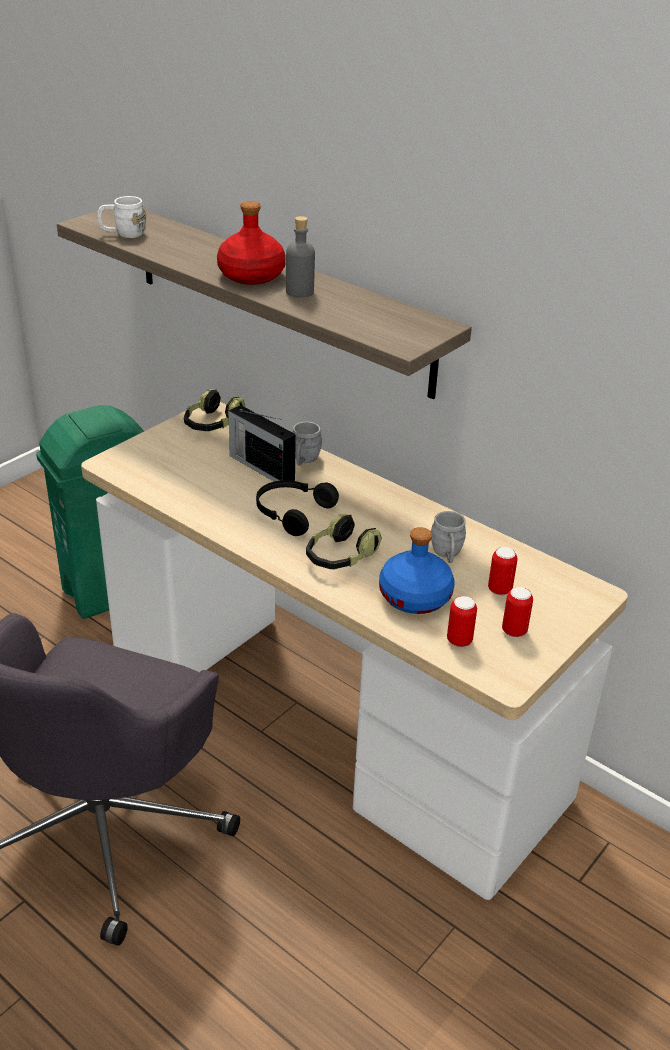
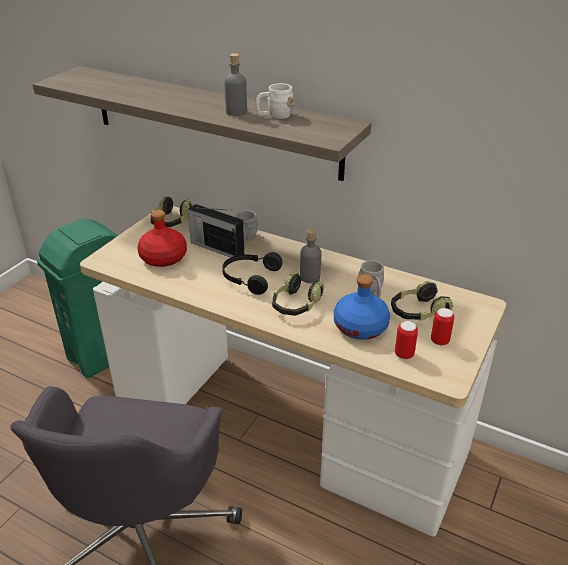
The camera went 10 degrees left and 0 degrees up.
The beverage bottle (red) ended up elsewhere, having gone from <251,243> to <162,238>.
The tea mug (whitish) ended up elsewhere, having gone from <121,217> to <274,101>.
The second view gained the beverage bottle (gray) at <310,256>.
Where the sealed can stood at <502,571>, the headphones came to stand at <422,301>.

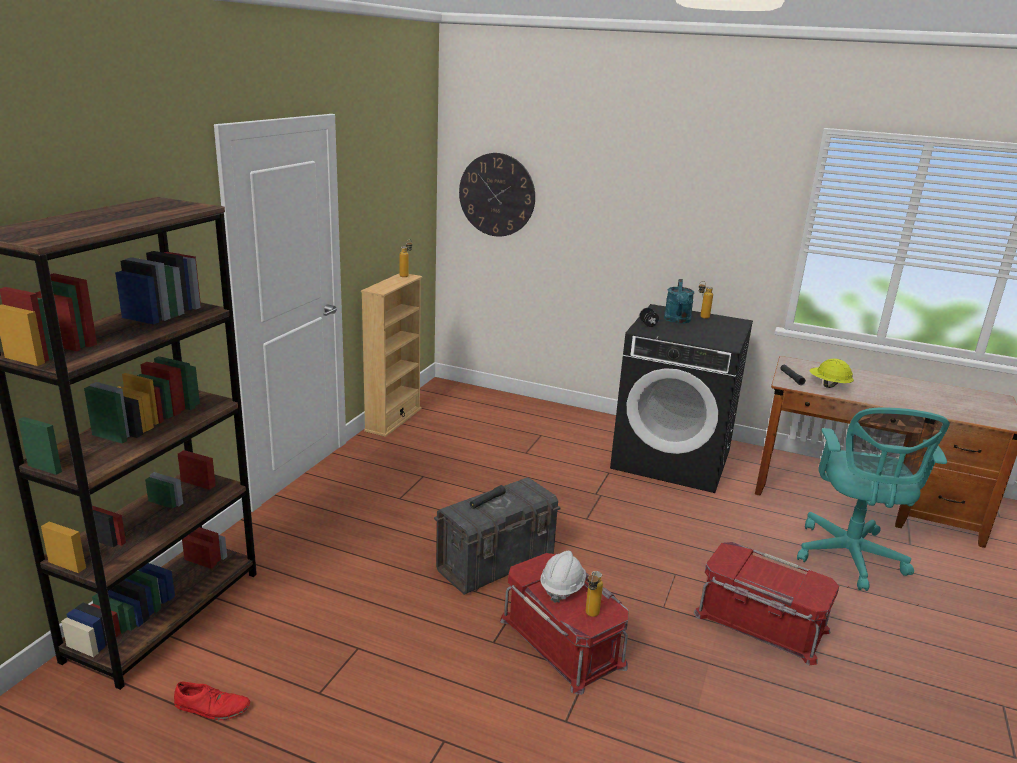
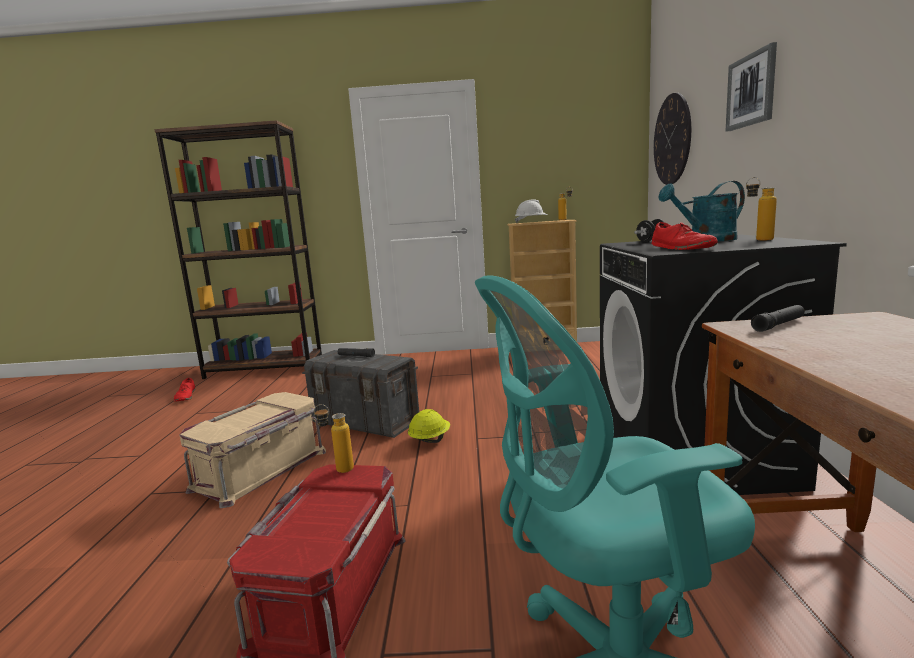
The camera went 70 degrees right and 10 degrees down.
What was the storage box (red) at <564,624> turned into the storage box (beige) at <253,450>.
The beverage bottle ended up elsewhere, having gone from <594,594> to <334,438>.
The safety helmet (yellow) ended up elsewhere, having gone from <832,373> to <429,426>.
The safety helmet (whitish) ended up elsewhere, having gone from <563,577> to <531,211>.
The second view gained the item of footwear (red) at <685,236>.
The second view gained the wall art at <751,87>.

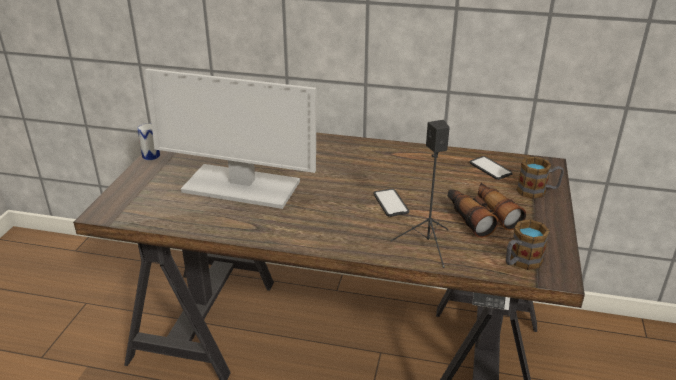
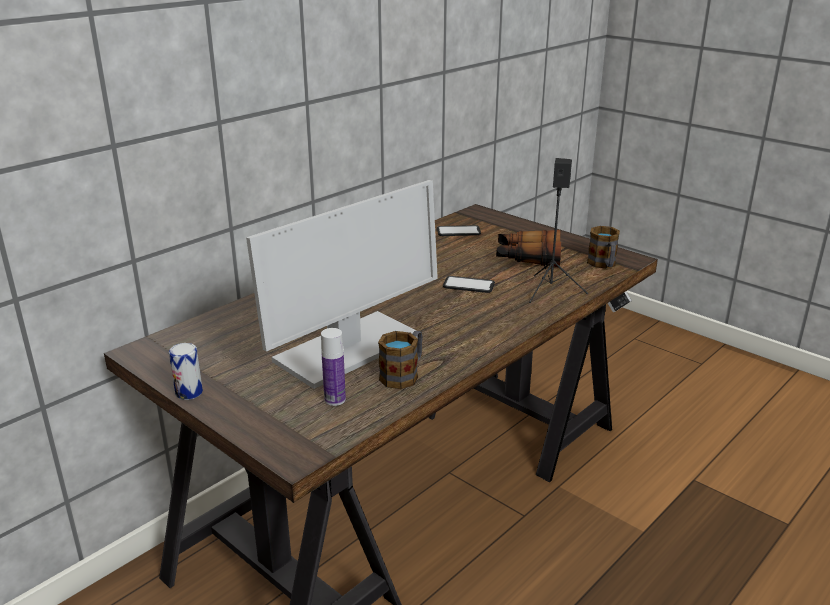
The camera went 60 degrees left and 5 degrees down.
The second view gained the beverage bottle at <333,367>.
The tea mug ended up elsewhere, having gone from <540,177> to <400,360>.

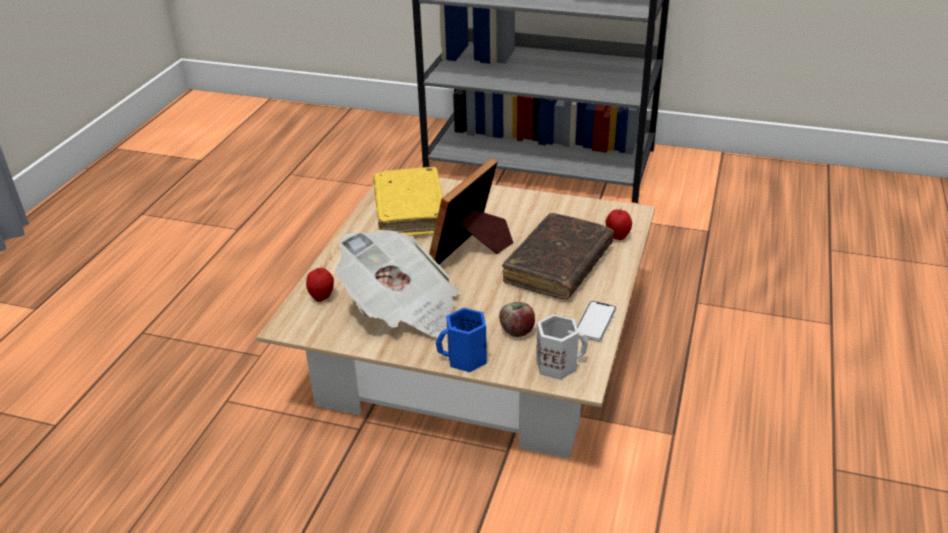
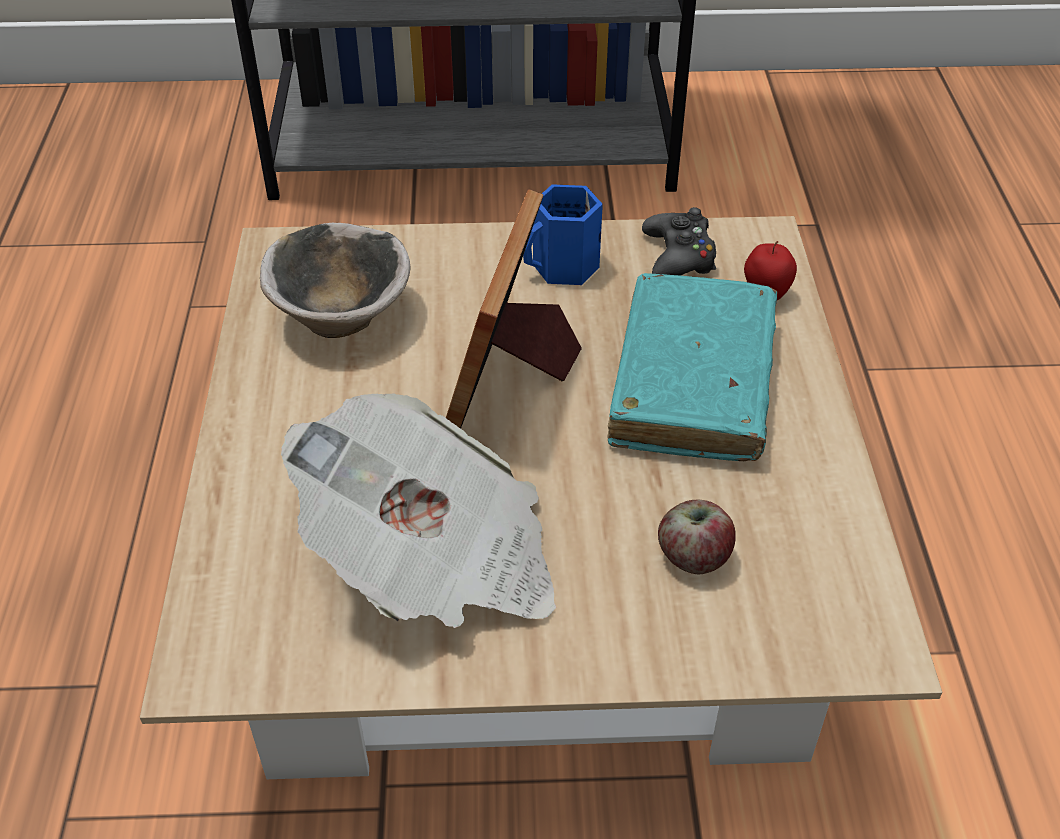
The camera went 20 degrees left and 10 degrees up.
Where the bound book (yellow) stood at <408,201>, the bowl came to stand at <335,280>.
The tea mug (bluish) ended up elsewhere, having gone from <461,340> to <563,234>.
What was the bound book (brown-coloured) at <558,256> turned into the bound book (blue-green) at <692,367>.
The second view gained the joypad (black-coloured) at <679,241>.
The second view lost the apple fruit at <320,285>.
The second view lost the tea mug (whitish) at <562,347>.
The second view lost the telephone at <597,321>.

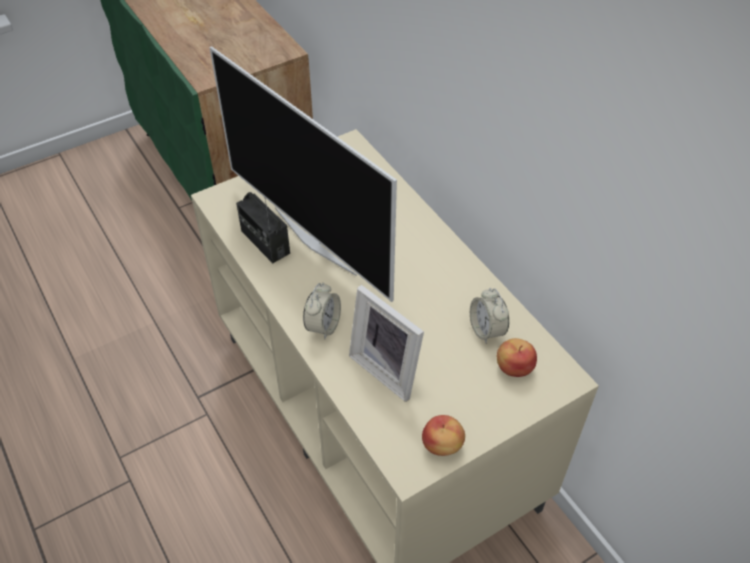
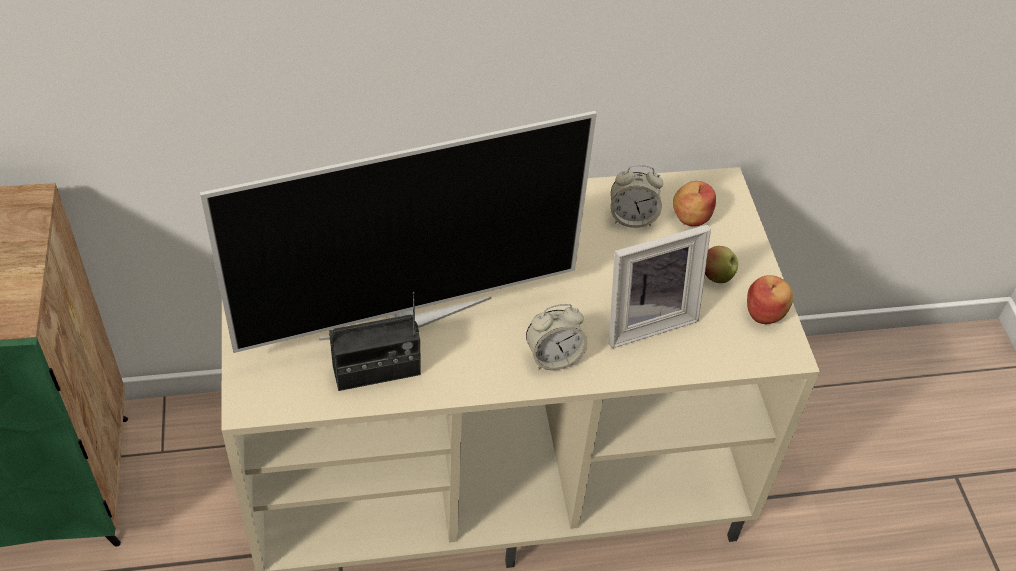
The camera went 70 degrees left and 0 degrees up.
The table clock at <322,311> ended up facing another way, 120 degrees clockwise from before.
The second view gained the apple fruit at <721,264>.

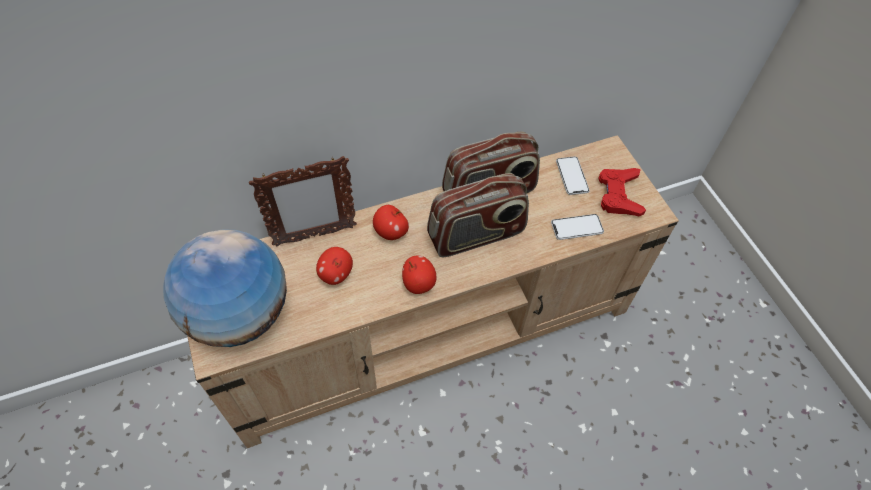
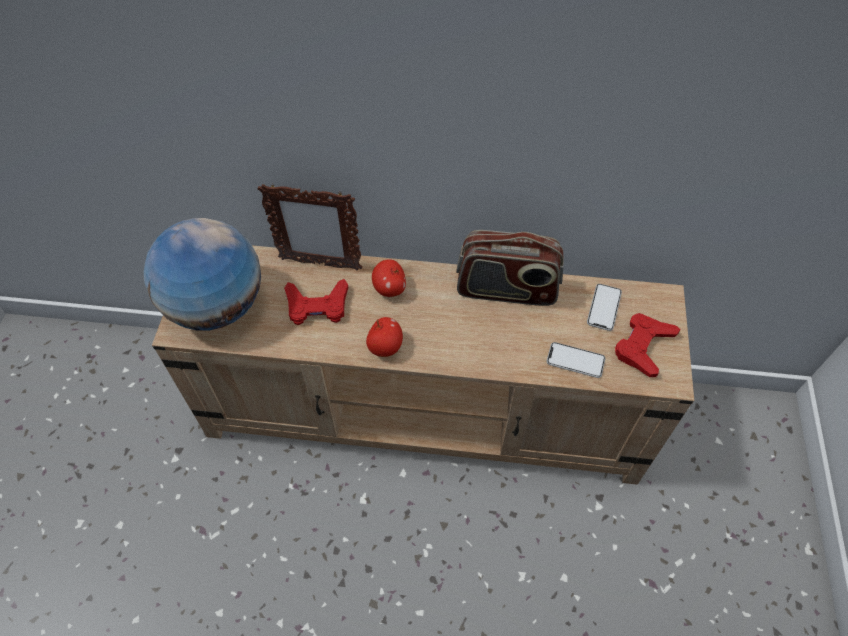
The camera went 30 degrees right and 0 degrees up.
Where the apple fruit stood at <334,266>, the joypad (red) came to stand at <316,302>.
The second view lost the radio set at <478,215>.

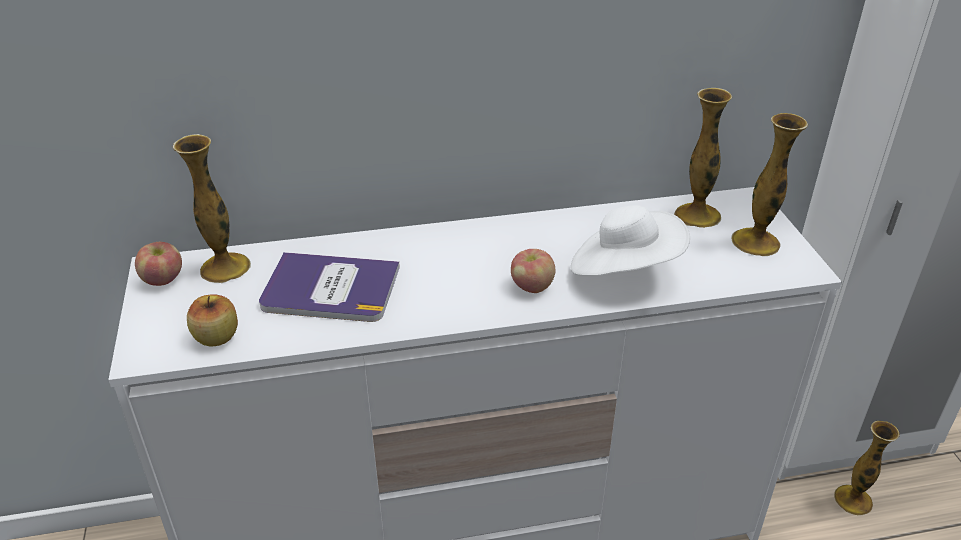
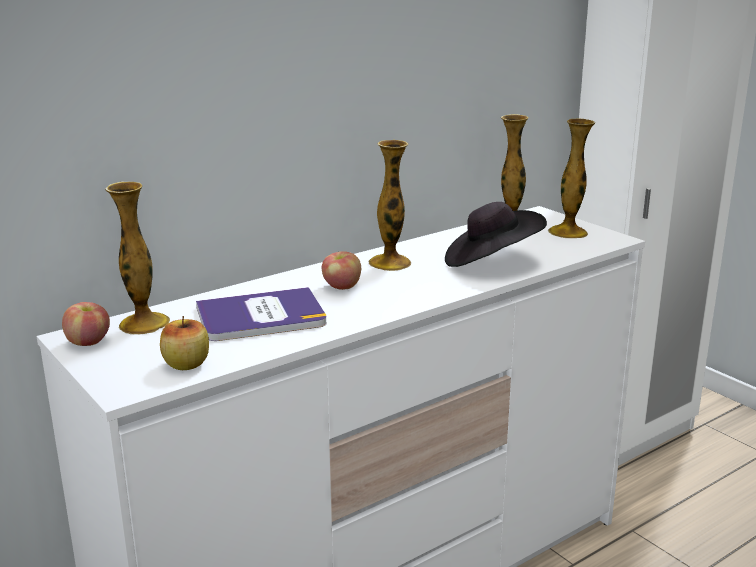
The camera went 25 degrees left and 15 degrees down.
The apple fruit ended up elsewhere, having gone from <533,271> to <341,270>.
The flower vase ended up elsewhere, having gone from <867,468> to <389,205>.
What was the clothing hat (whitish) at <630,240> turned into the clothing hat (black-coloured) at <496,234>.

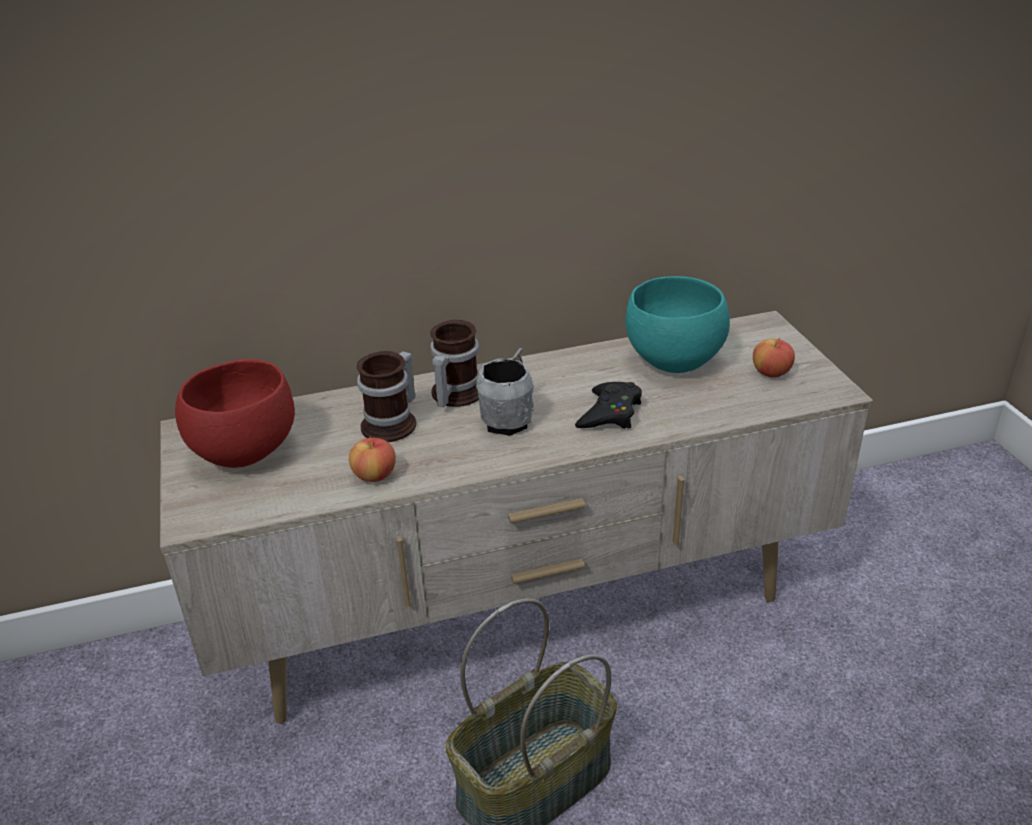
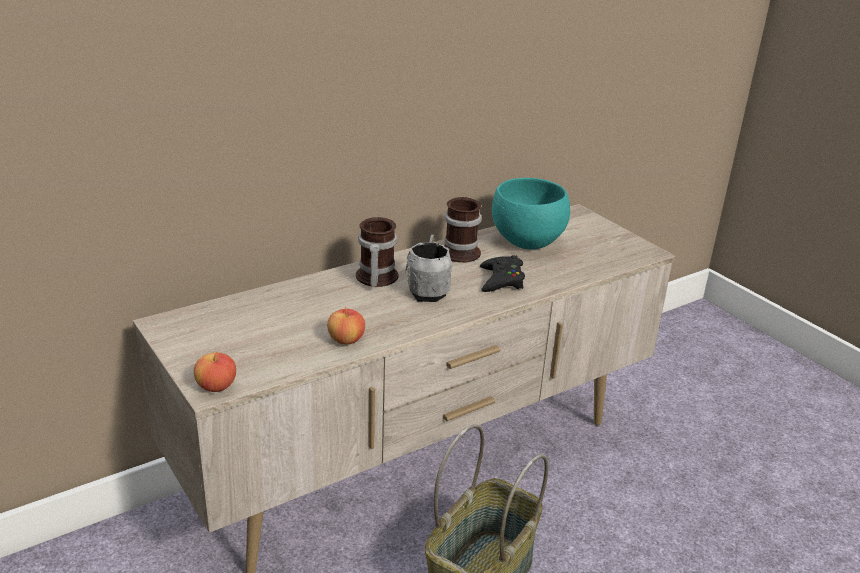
The camera went 20 degrees left and 5 degrees down.
The apple fruit ended up elsewhere, having gone from <774,358> to <215,372>.
The tea mug ended up elsewhere, having gone from <386,396> to <462,230>.
The second view lost the bowl (red) at <235,413>.

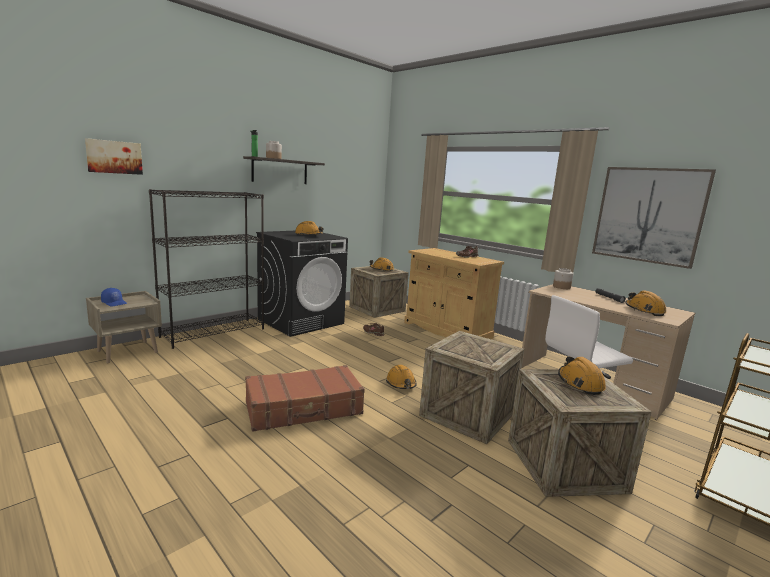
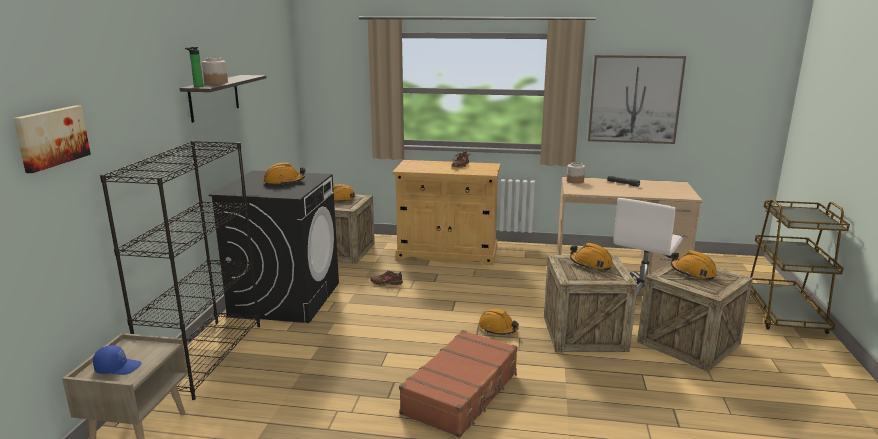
The camera went 35 degrees left and 5 degrees up.
The safety helmet (orangey) ended up elsewhere, having gone from <645,303> to <591,257>.

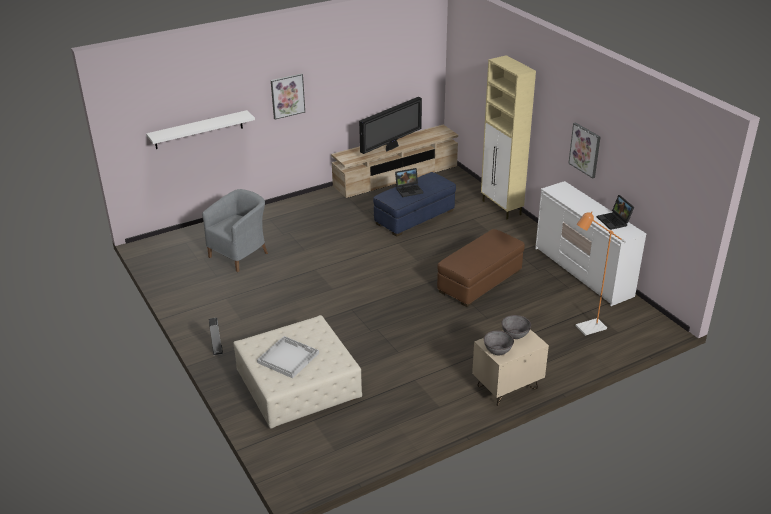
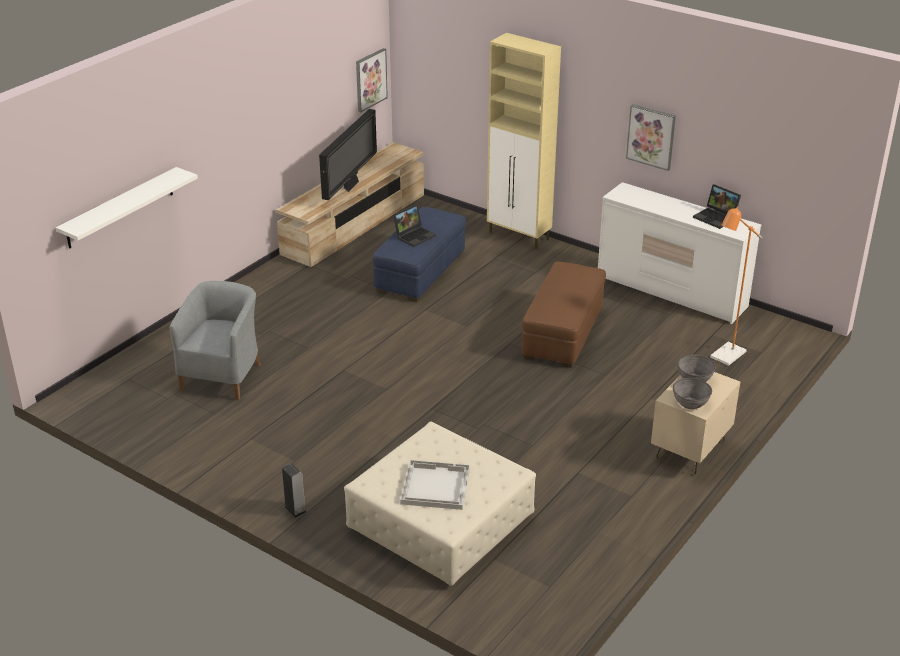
The camera went 25 degrees left and 0 degrees up.
The wall art ended up elsewhere, having gone from <288,96> to <372,80>.

